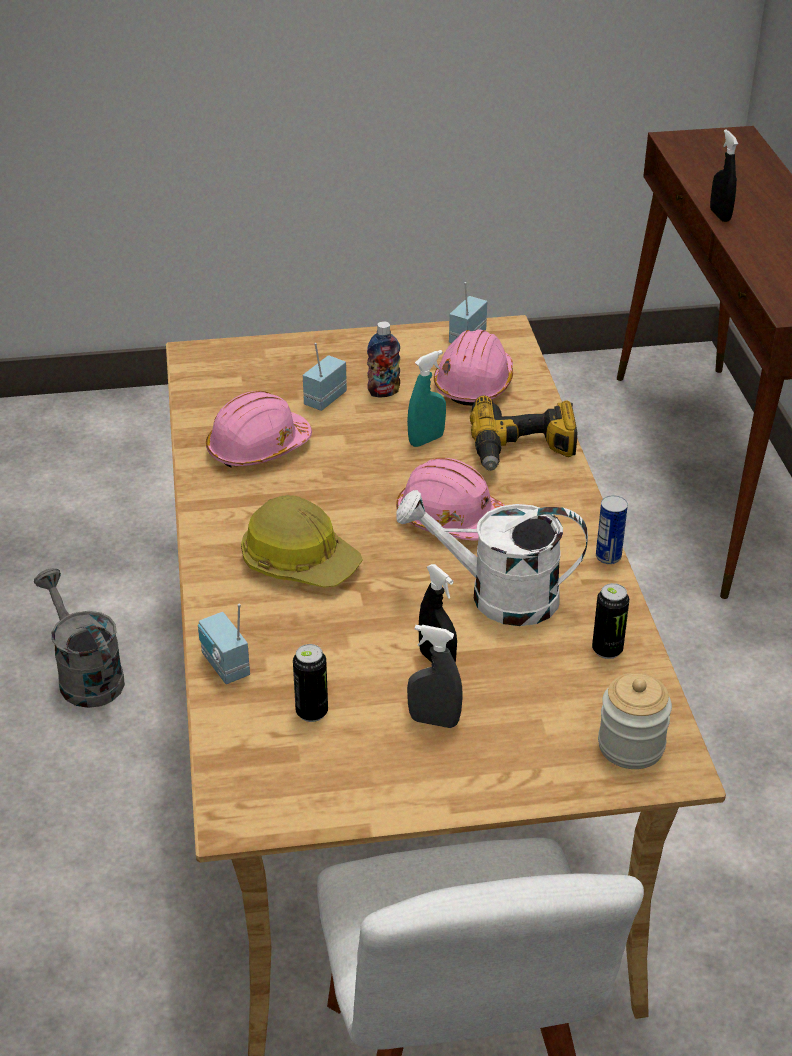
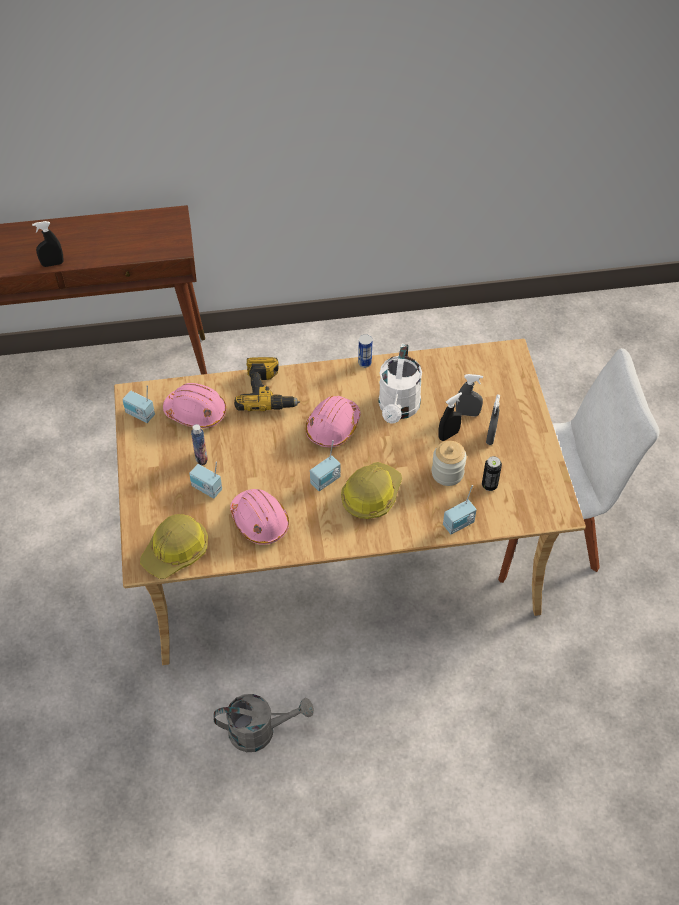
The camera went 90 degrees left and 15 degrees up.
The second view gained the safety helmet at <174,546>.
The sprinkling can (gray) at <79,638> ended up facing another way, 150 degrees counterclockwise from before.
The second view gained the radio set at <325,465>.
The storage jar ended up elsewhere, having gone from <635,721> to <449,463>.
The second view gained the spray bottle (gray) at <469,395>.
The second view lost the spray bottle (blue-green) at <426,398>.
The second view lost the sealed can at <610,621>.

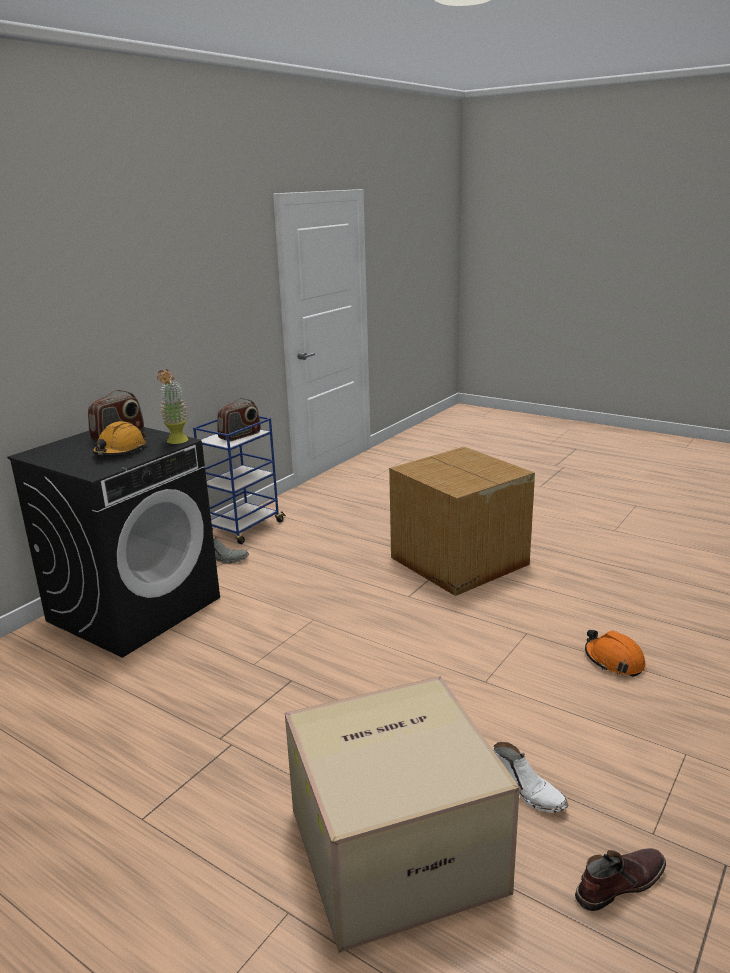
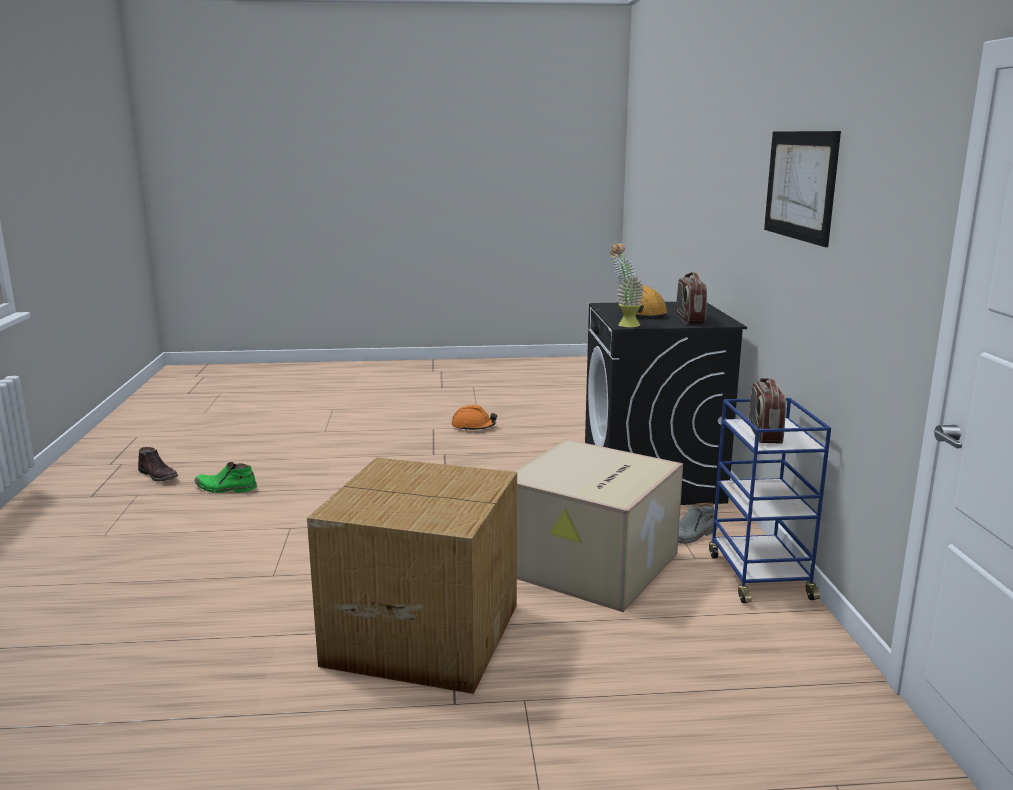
The camera went 140 degrees right and 5 degrees down.
The boot (brown-coloured) at <620,879> ended up facing another way, 75 degrees counterclockwise from before.
What was the boot (whitish) at <530,777> turned into the boot (green-coloured) at <225,477>.
The safety helmet (orangey) ended up elsewhere, having gone from <615,653> to <474,418>.
The packing box ended up elsewhere, having gone from <402,814> to <598,525>.
The second view gained the wall art at <802,189>.

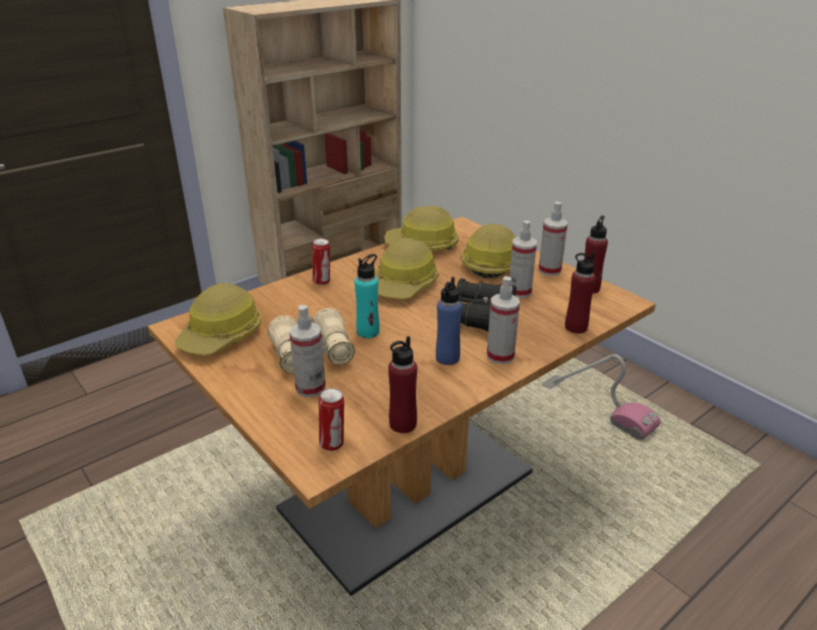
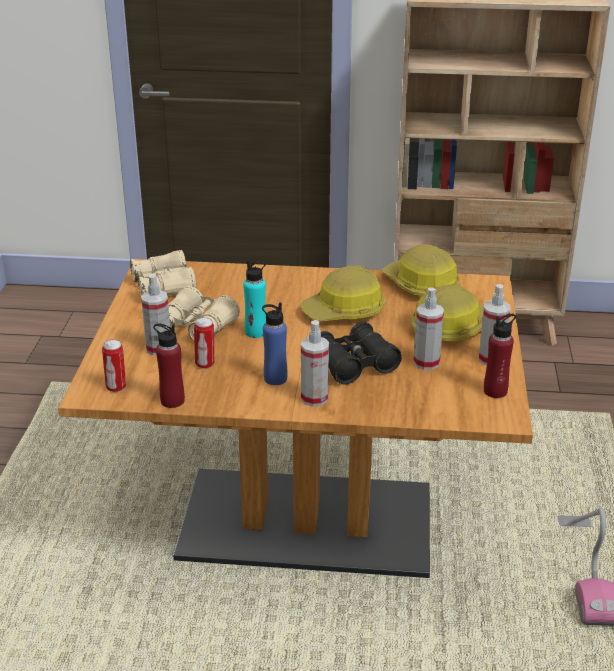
The camera went 45 degrees right and 0 degrees up.
Where the safety helmet stood at <218,319>, the pair of binoculars (beige) came to stand at <163,273>.
The sealed can ended up elsewhere, having gone from <321,261> to <204,343>.
The second view lost the beverage bottle (red) at <580,293>.

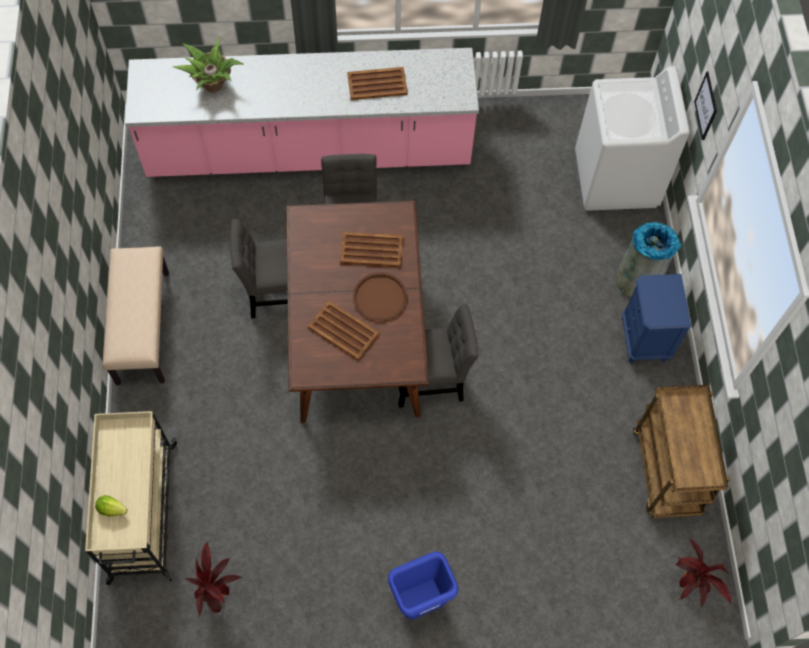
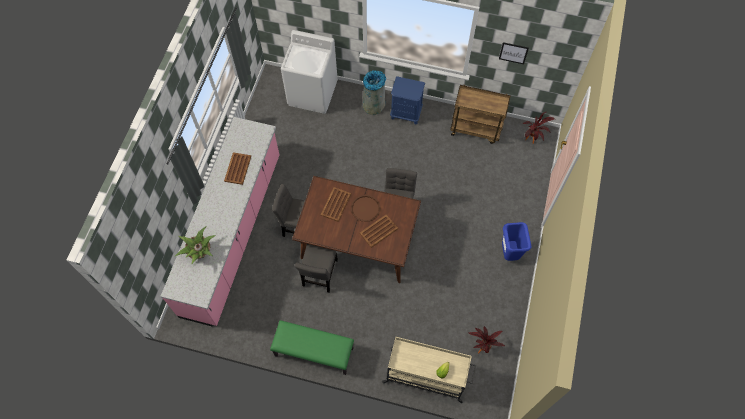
The camera went 70 degrees left and 0 degrees up.
What was the long seat (beige) at <136,315> turned into the long seat (green-coloured) at <312,347>.
The wall art ended up elsewhere, having gone from <705,105> to <514,53>.

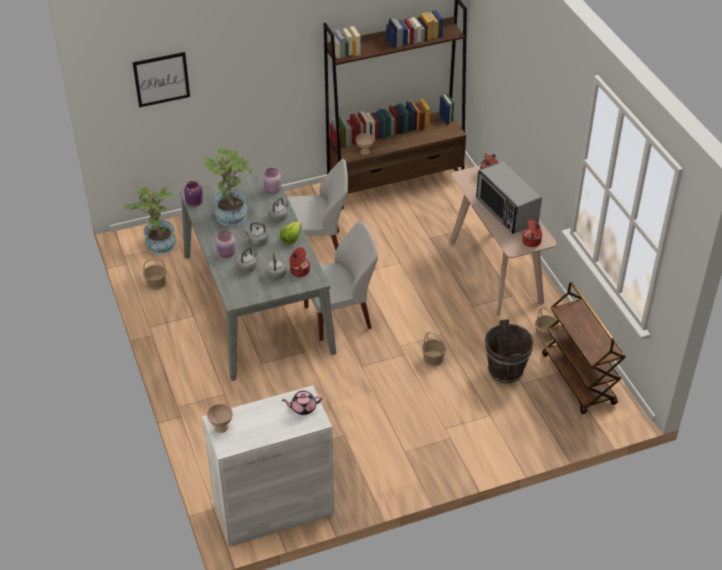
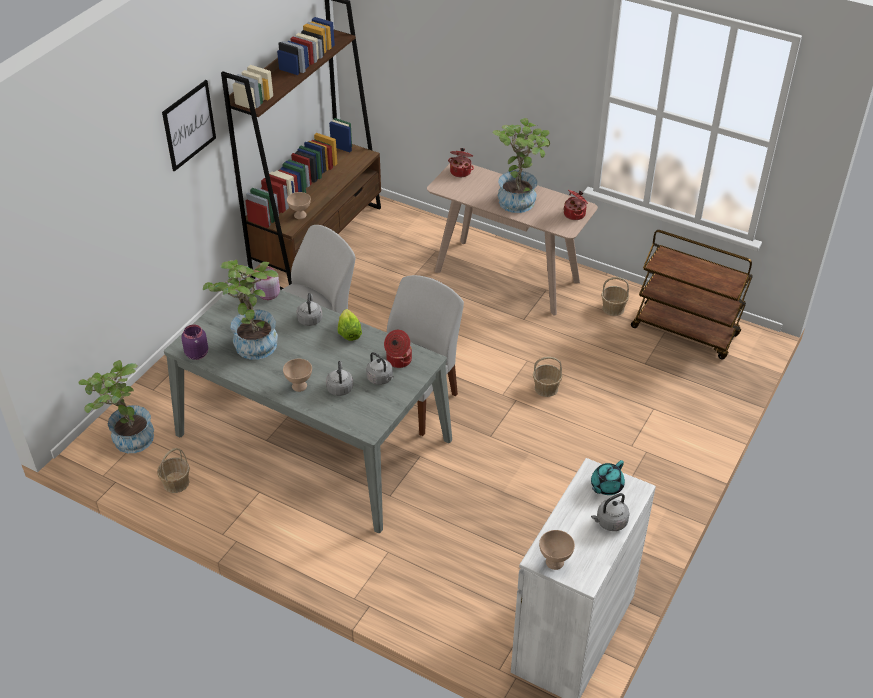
The camera went 40 degrees left and 0 degrees up.
The wall art ended up elsewhere, having gone from <161,79> to <189,126>.
Where the storage jar (pinkish) stood at <226,244>, the bowl (beige) came to stand at <297,375>.
Where the microwave stood at <509,197>, the plant in a pot came to stand at <521,165>.
What was the tea pot (pinkish) at <301,403> turned into the tea pot (blue-green) at <608,477>.
The tea kettle (gray) ended up elsewhere, having gone from <255,234> to <610,512>.
The second view lost the bucket (brown-coloured) at <509,351>.

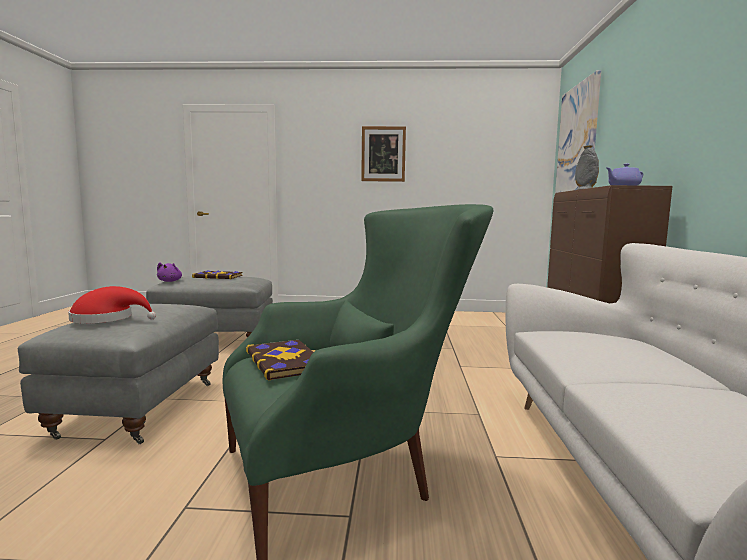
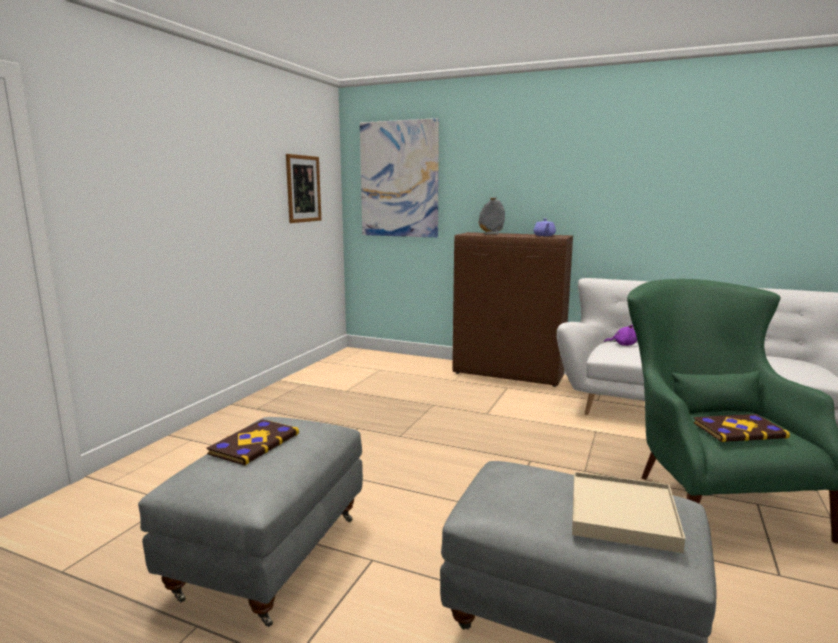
The camera went 70 degrees left and 5 degrees up.
The wall art ended up elsewhere, having gone from <383,154> to <303,188>.
Where the clothing hat (red) stood at <112,304>, the carrying tray (beige) came to stand at <628,512>.
The cuddly toy (purple-coloured) ended up elsewhere, having gone from <169,272> to <620,335>.

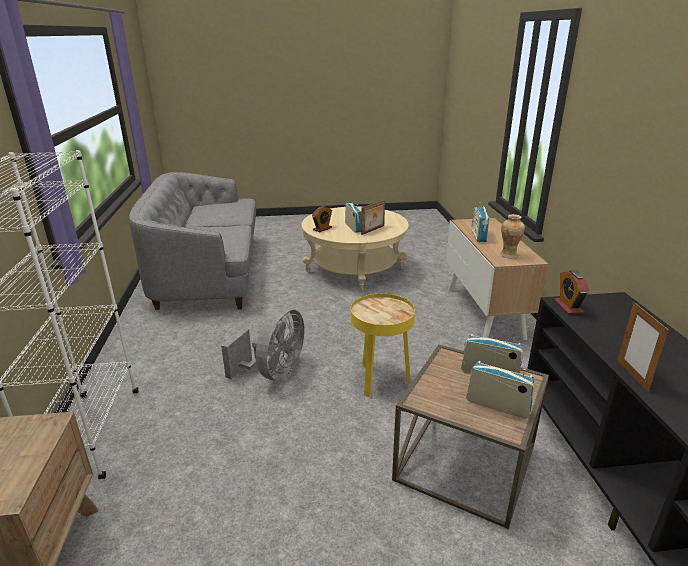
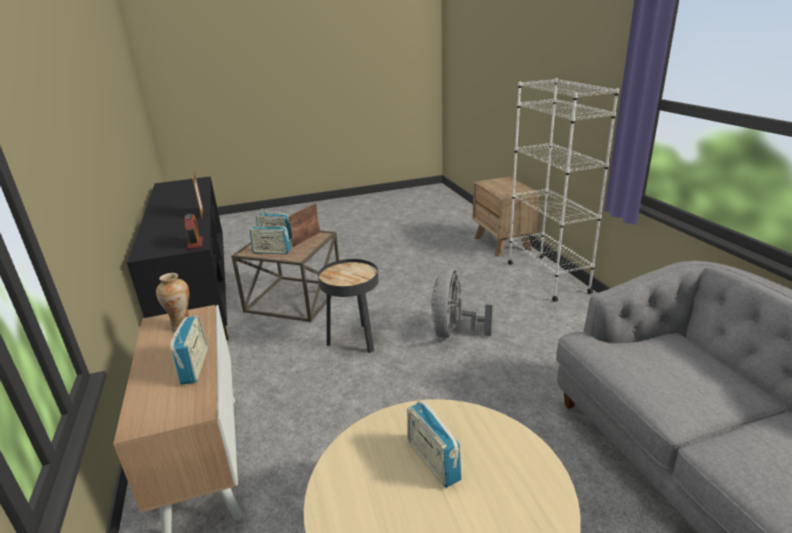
The camera went 170 degrees right and 0 degrees up.
The photo frame ended up elsewhere, having gone from <373,217> to <304,225>.
What was the end table (yellow) at <383,345> turned into the end table (black-coloured) at <348,306>.
The second view lost the table clock at <322,219>.

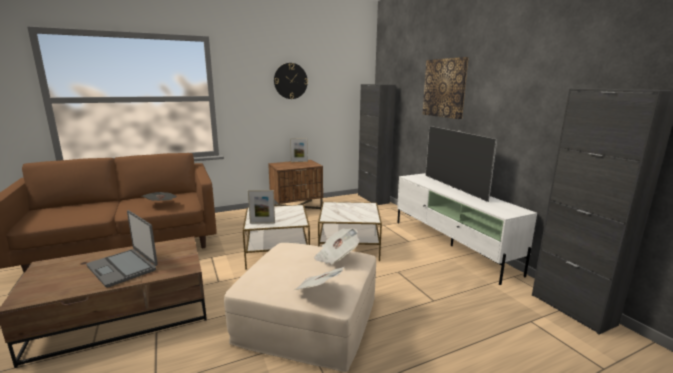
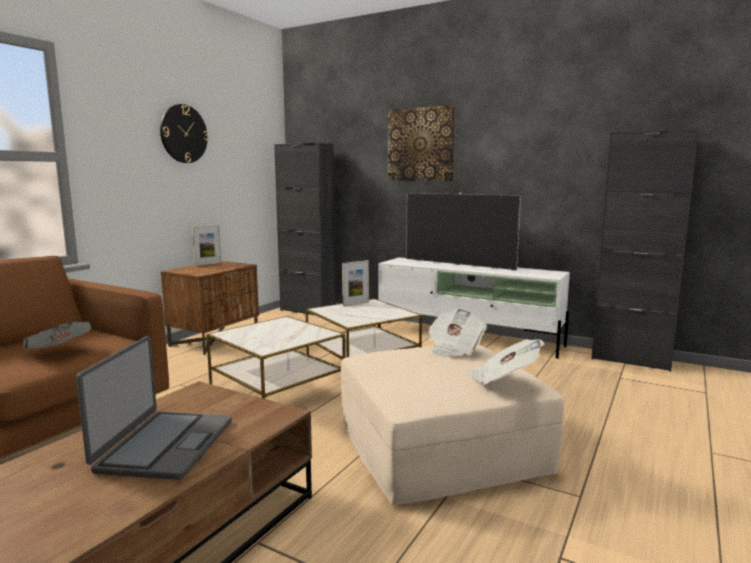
The camera went 35 degrees left and 5 degrees down.
The notebook computer at <122,249> ended up facing another way, 90 degrees counterclockwise from before.
The photo frame ended up elsewhere, having gone from <261,207> to <355,283>.

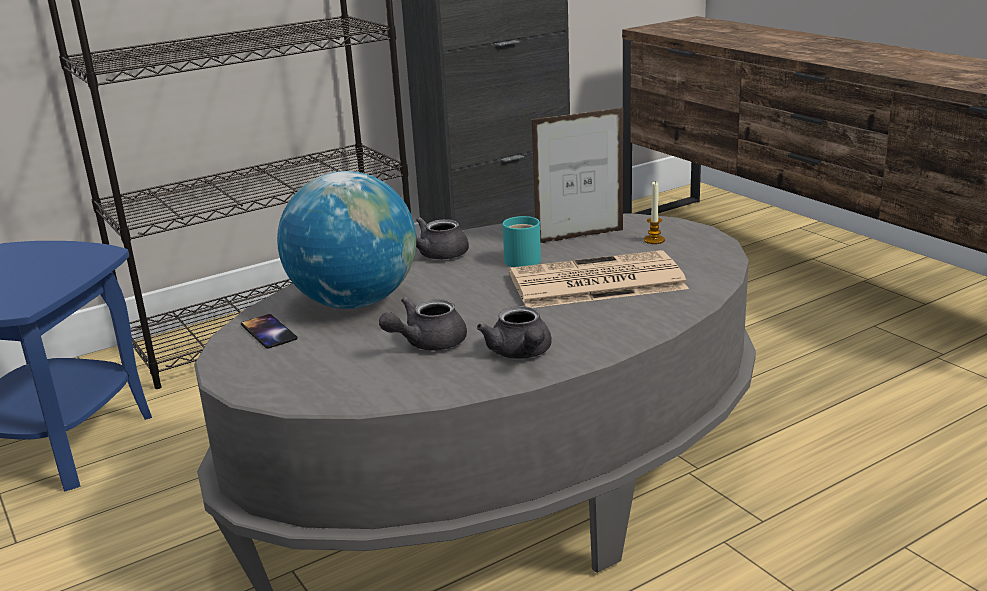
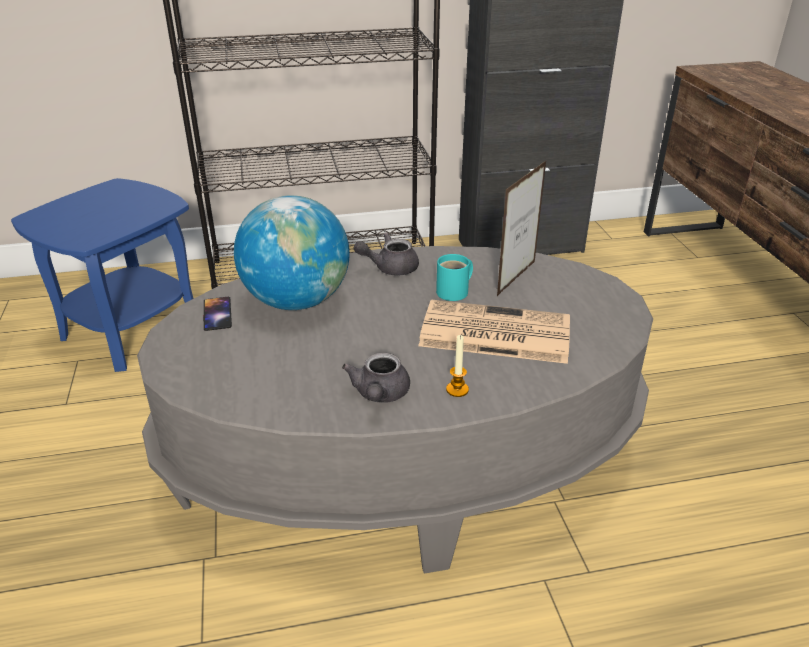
The camera went 20 degrees right and 10 degrees up.
The candle ended up elsewhere, having gone from <654,212> to <457,366>.
The photo frame at <577,176> ended up facing another way, 120 degrees clockwise from before.
The second view lost the tea pot (gray) at <423,324>.

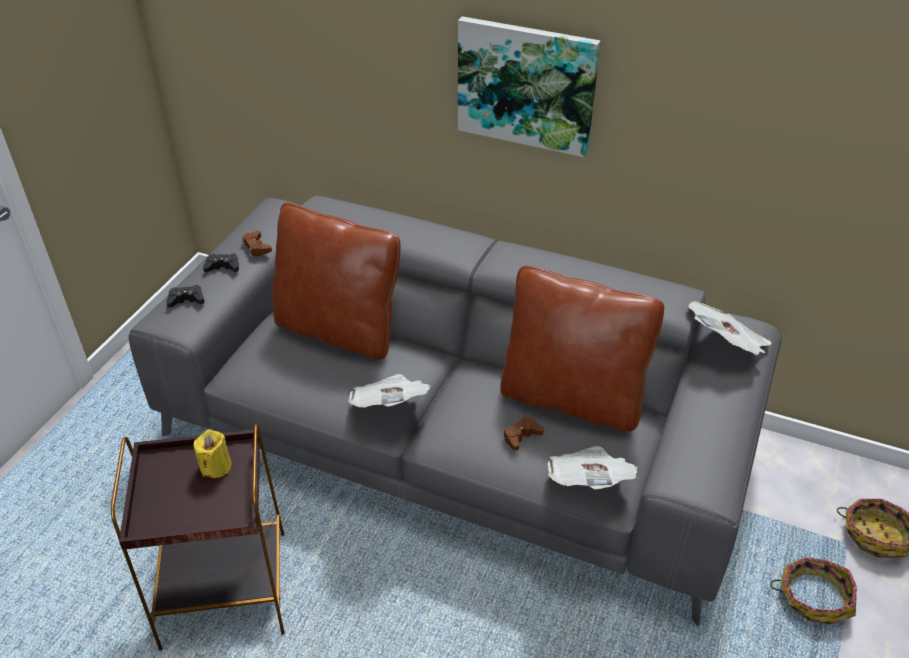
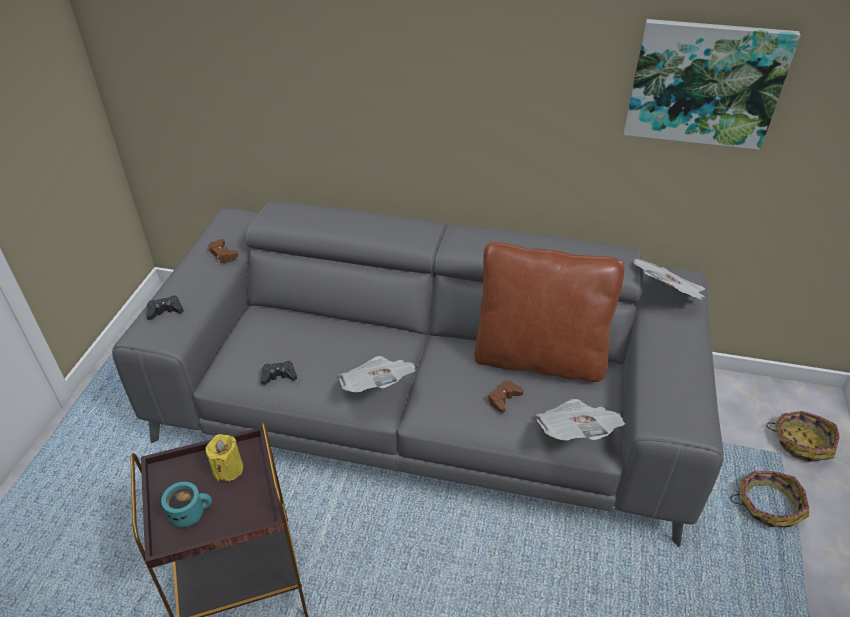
The camera went 10 degrees left and 0 degrees up.
The second view gained the tea mug (blue-green) at <186,505>.
The joypad (black-coloured) ended up elsewhere, having gone from <221,263> to <278,373>.
The wall art ended up elsewhere, having gone from <529,86> to <712,84>.
The second view lost the throw pillow (brown-coloured) at <336,281>.

